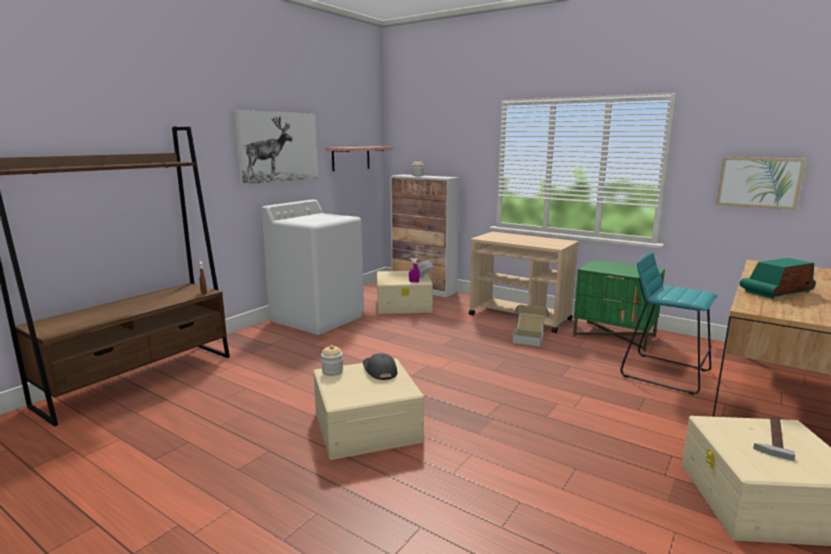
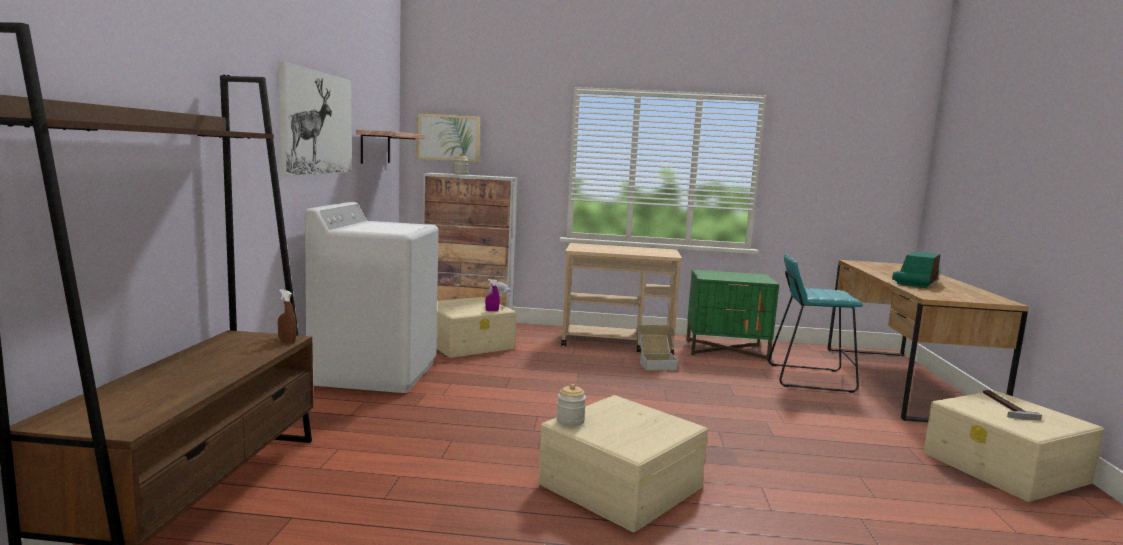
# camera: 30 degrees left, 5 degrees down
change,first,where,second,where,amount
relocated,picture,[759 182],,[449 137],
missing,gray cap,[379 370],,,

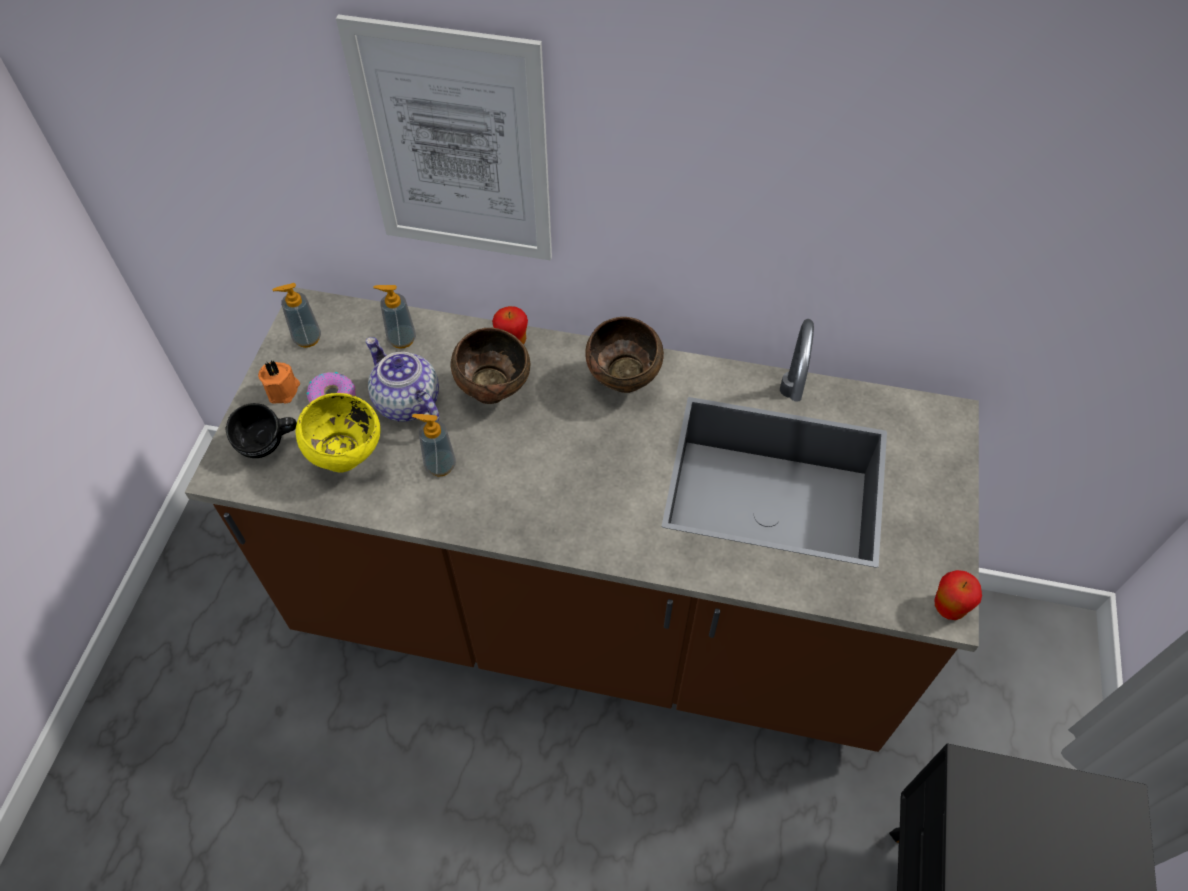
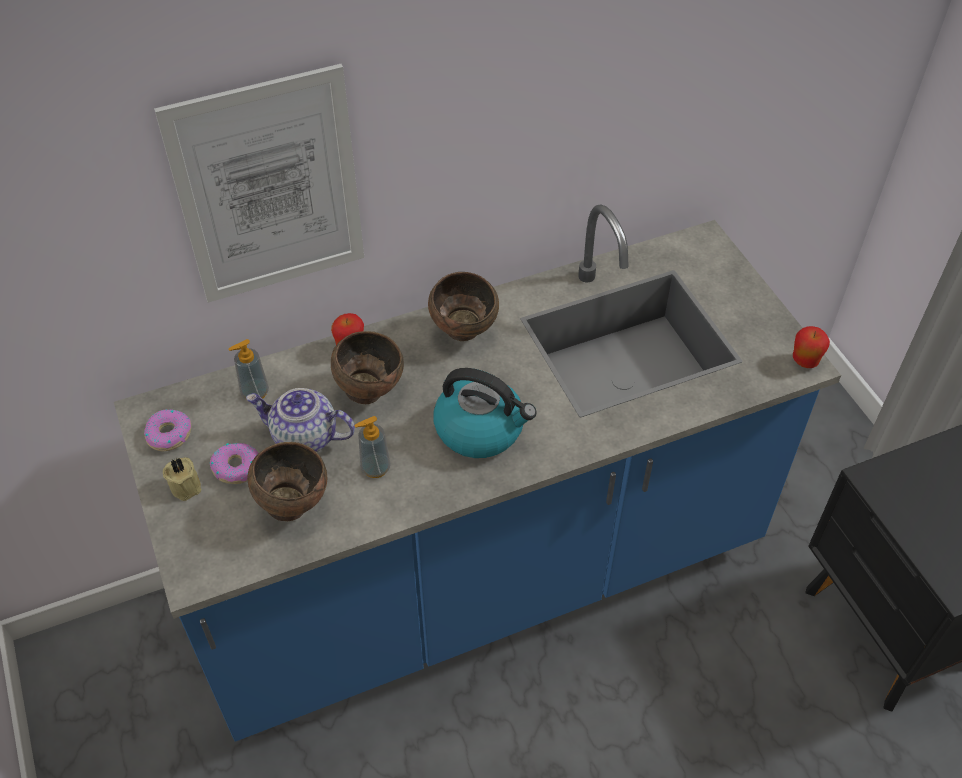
# camera: 35 degrees left, 5 degrees down
change,first,where,second,where,amount
exchanged,soap dispenser,[307 338],donut,[169 434],
colour,brown counter,[594 618],blue counter,[481 577],
colour,orange-coloured candle,[284 390],beige candle,[186 485],
colour,yellow deep dish,[348 457],brown deep dish,[292 504],
missing,blackish tea mug,[269 445],,,
appeared,,,water kettle,[481 429],

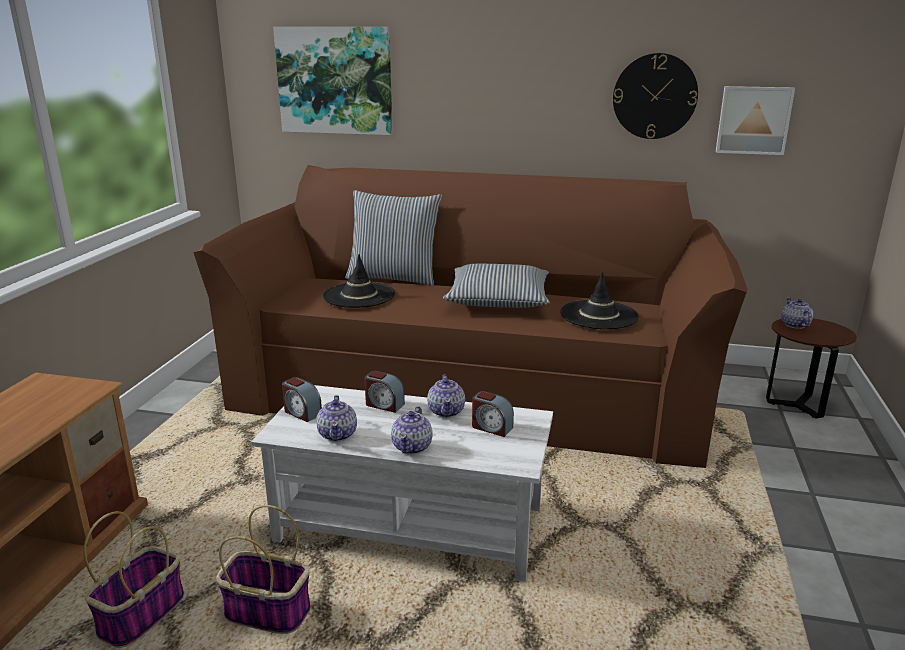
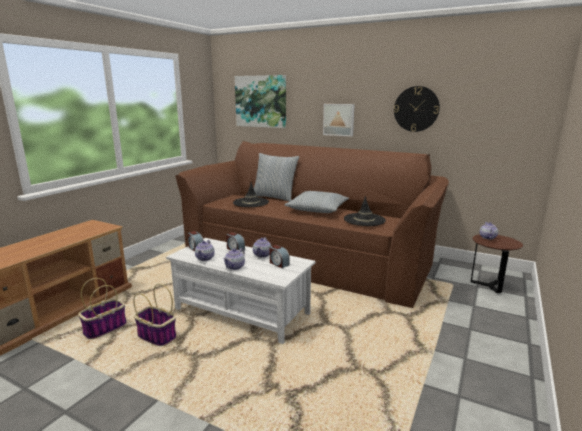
# camera: 15 degrees right, 5 degrees down
change,first,where,second,where,amount
relocated,picture,[753 120],,[339 119],

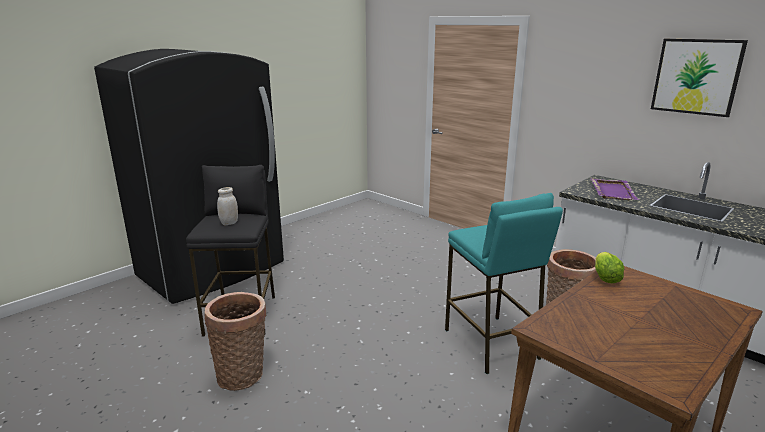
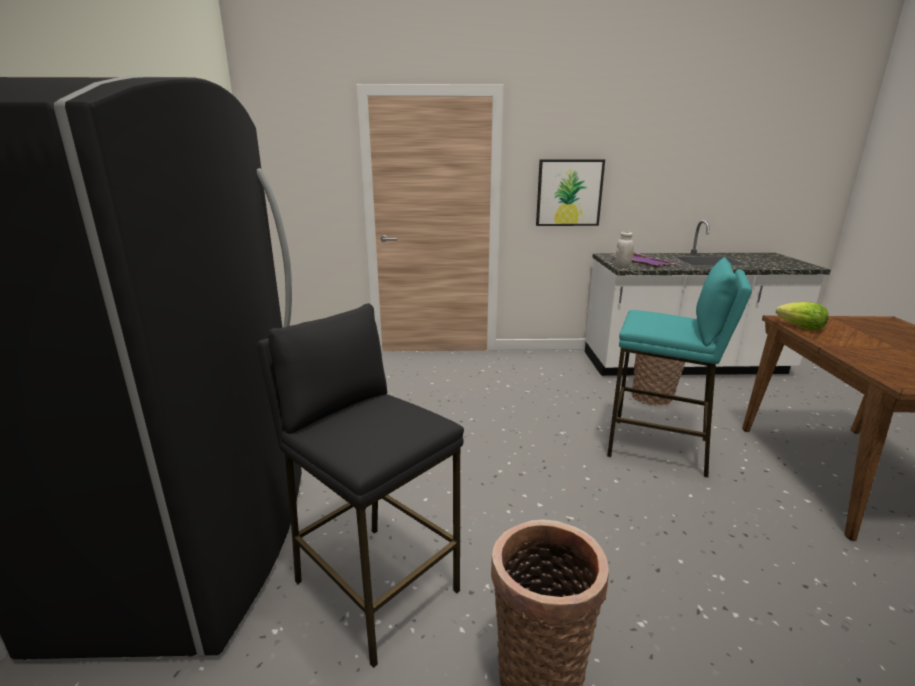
# camera: 45 degrees left, 0 degrees up
change,first,where,second,where,amount
relocated,picture,[696 76],,[569 193],
relocated,white jar,[229 223],,[622 266],

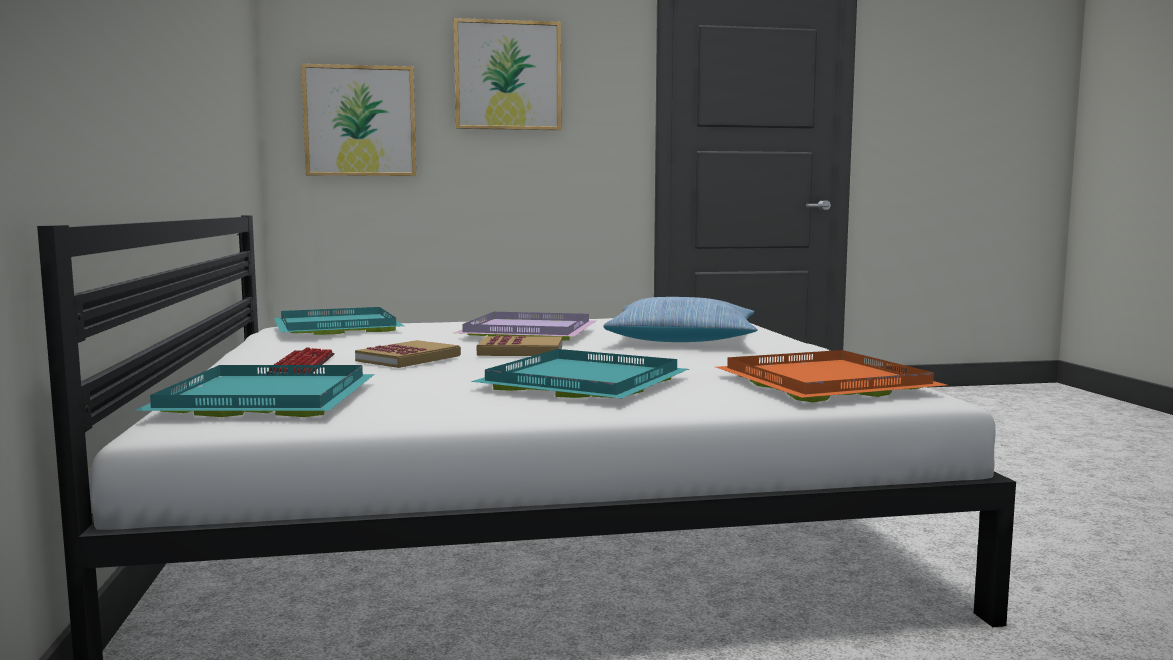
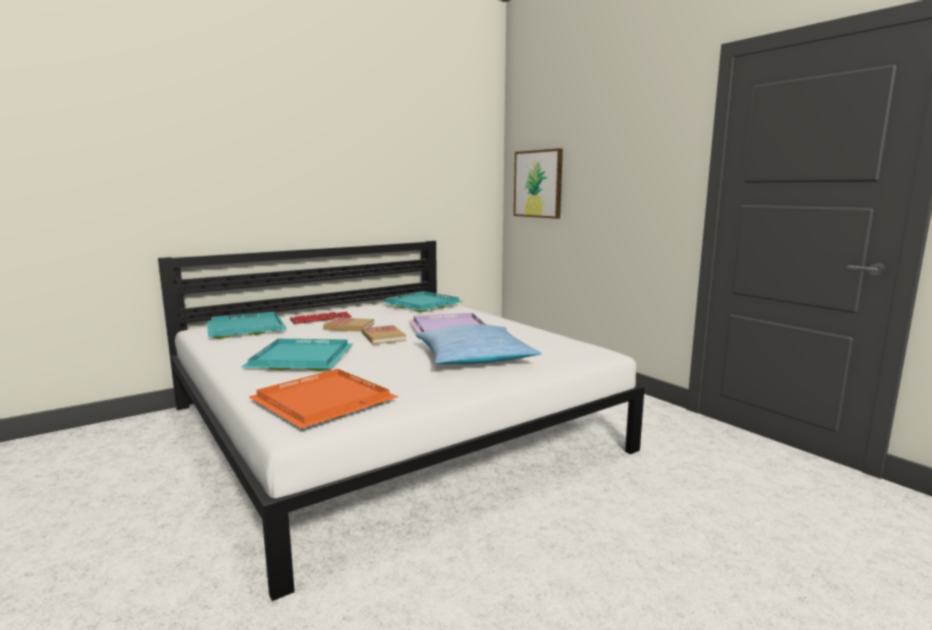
# camera: 65 degrees right, 5 degrees up
change,first,where,second,where,amount
missing,picture,[507 75],,,

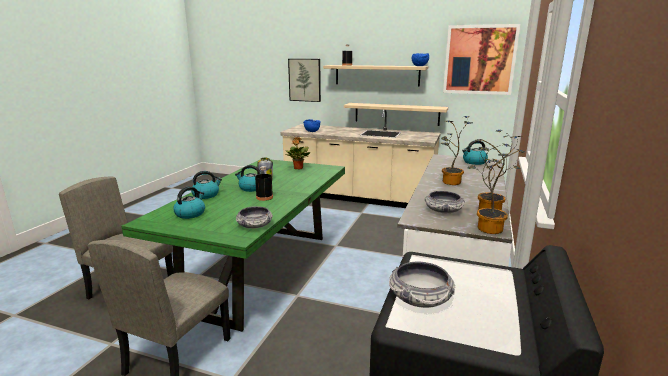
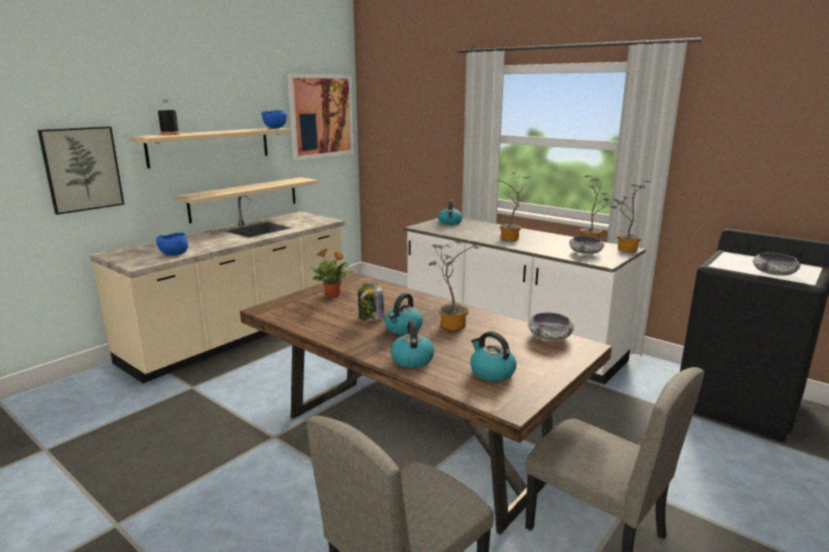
# camera: 70 degrees left, 0 degrees up
change,first,where,second,where,amount
colour,greenish dinner table,[261 271],brown dinner table,[413 444],
exchanged,blackish bottle,[264 197],plant in a pot,[450 324],

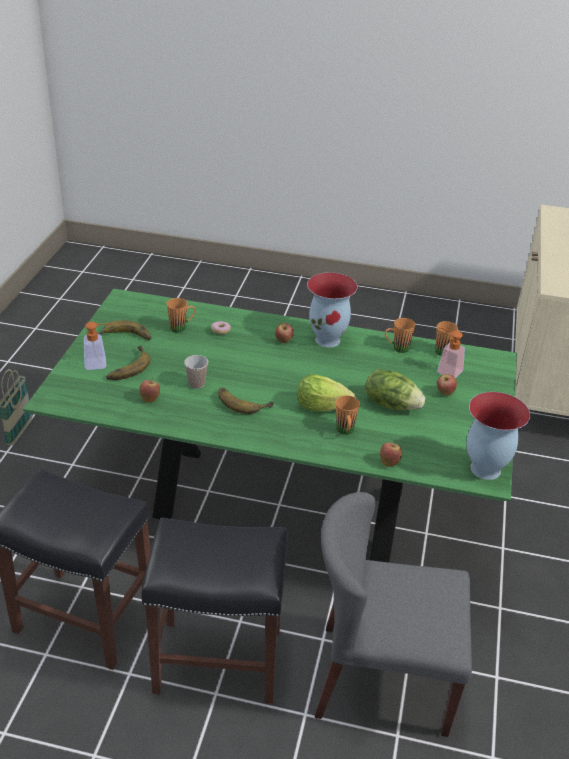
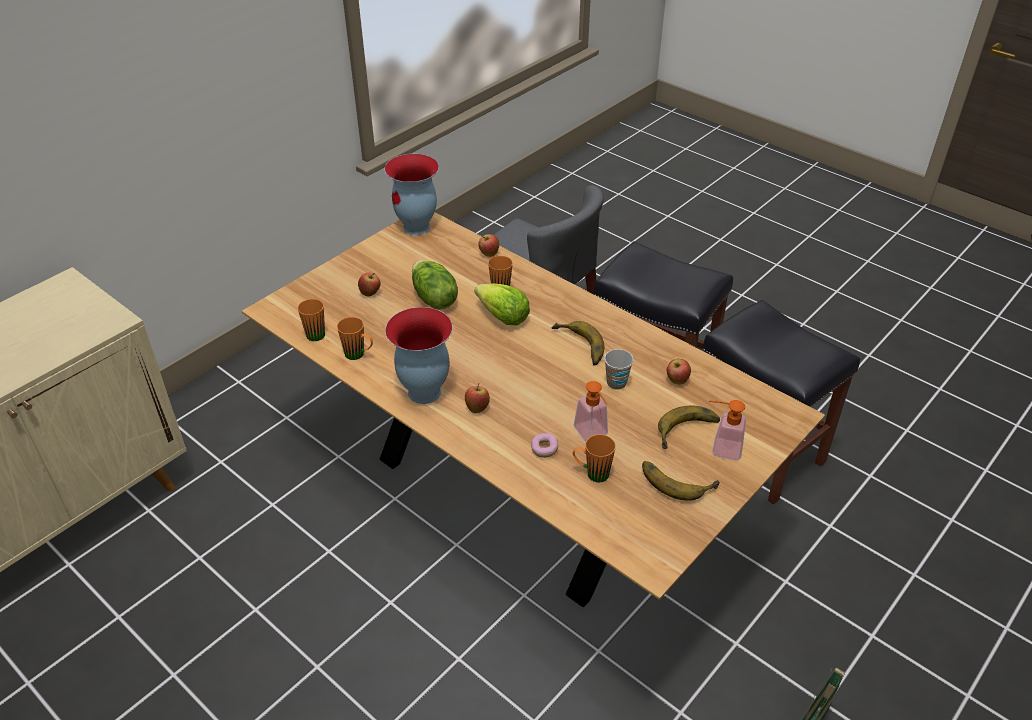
# camera: 150 degrees left, 5 degrees up
change,first,where,second,where,amount
colour,greenish dinner table,[278 503],brown dinner table,[515 494],
relocated,soap dispenser,[445 370],,[593 434],

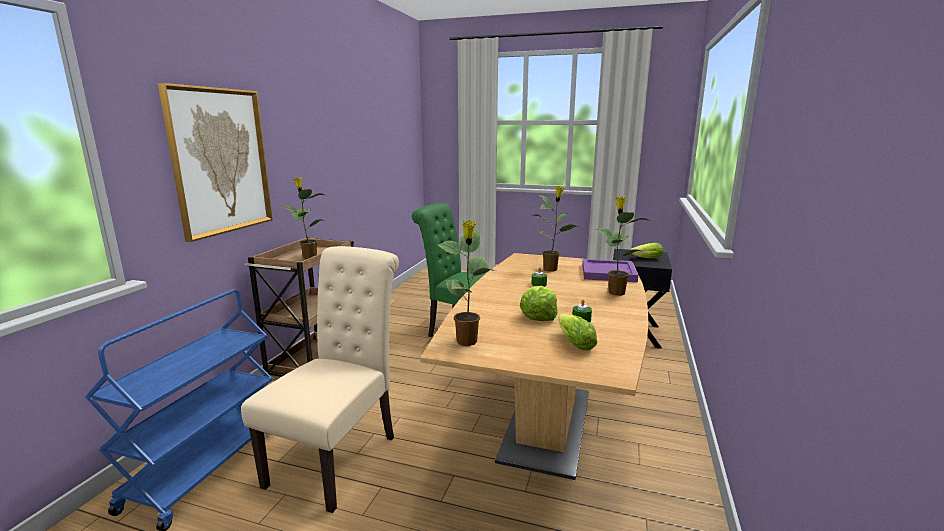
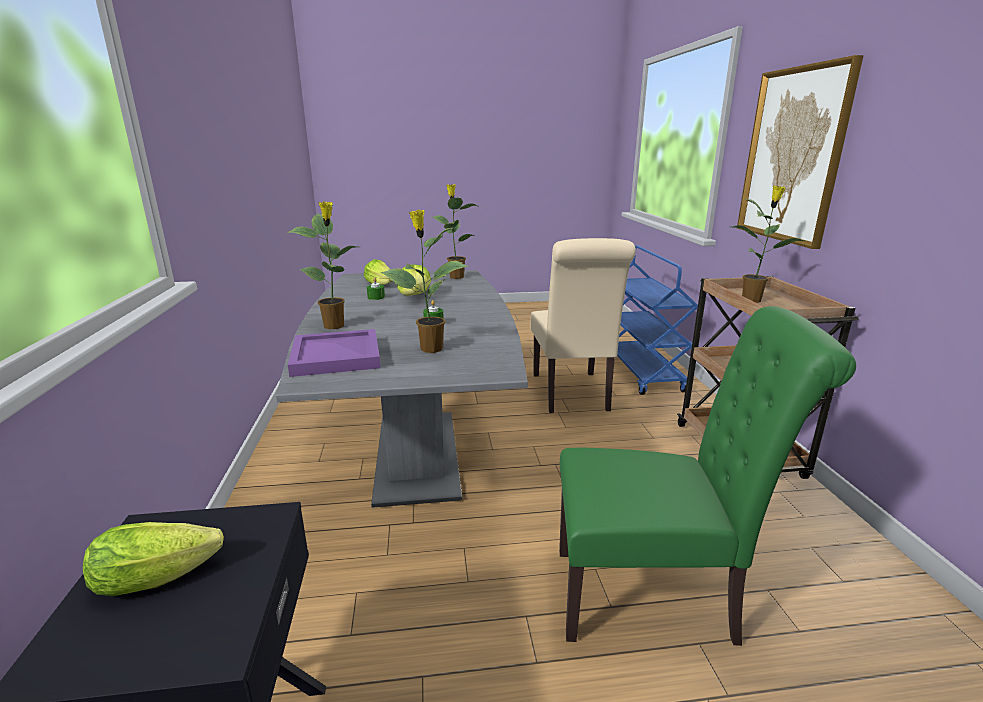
# camera: 155 degrees right, 5 degrees up
change,first,where,second,where,amount
colour,brown dinner table,[547 424],gray dinner table,[417 455],

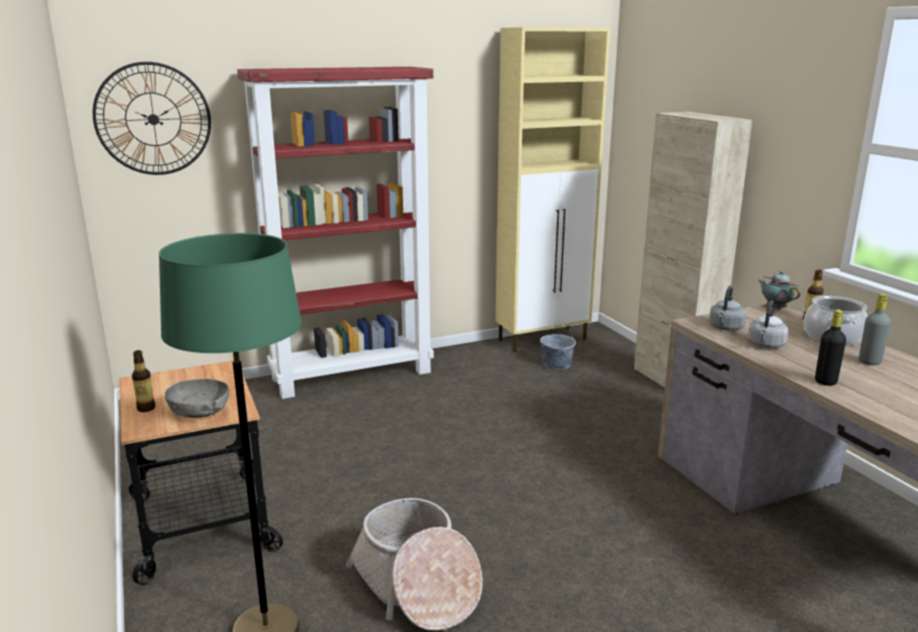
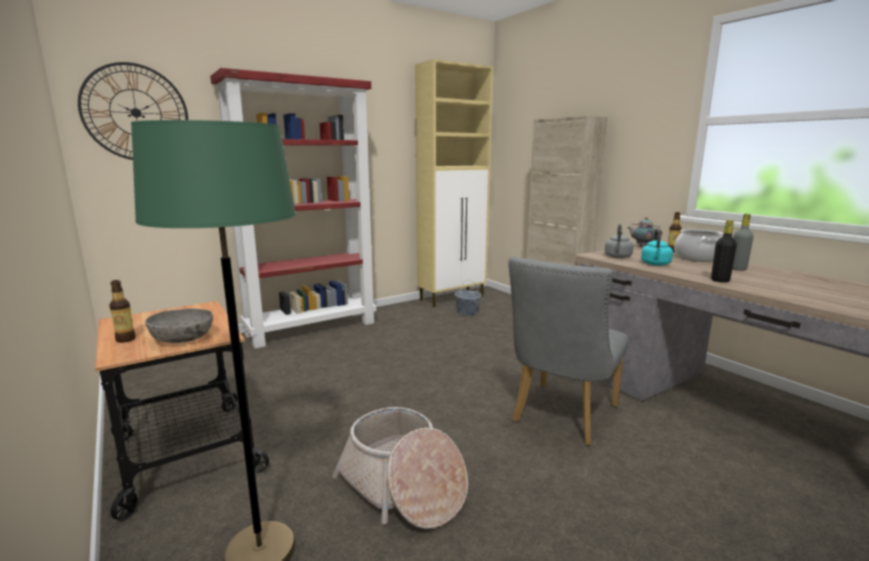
# camera: 10 degrees left, 5 degrees down
change,first,where,second,where,amount
colour,gray water kettle,[765 345],turquoise water kettle,[655 264],
appeared,,,gray chair,[561 417],

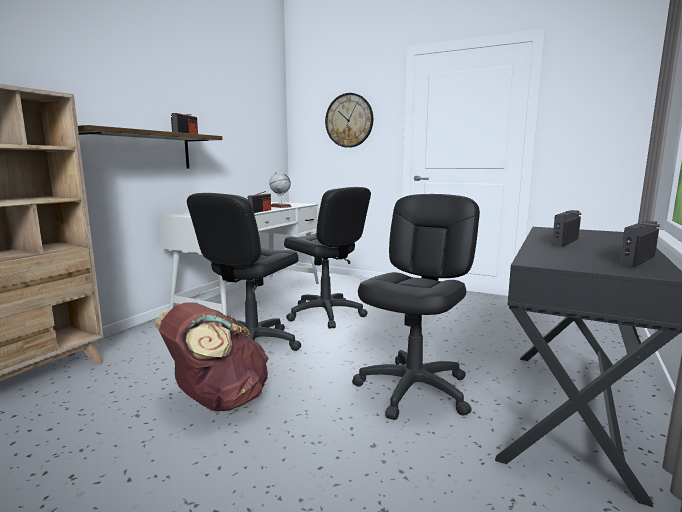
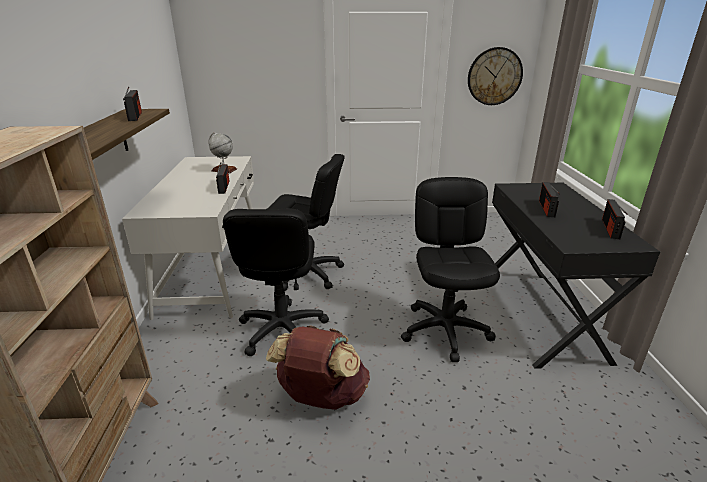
# camera: 30 degrees left, 15 degrees up
change,first,where,second,where,amount
relocated,wall clock,[349 120],,[494 76],

